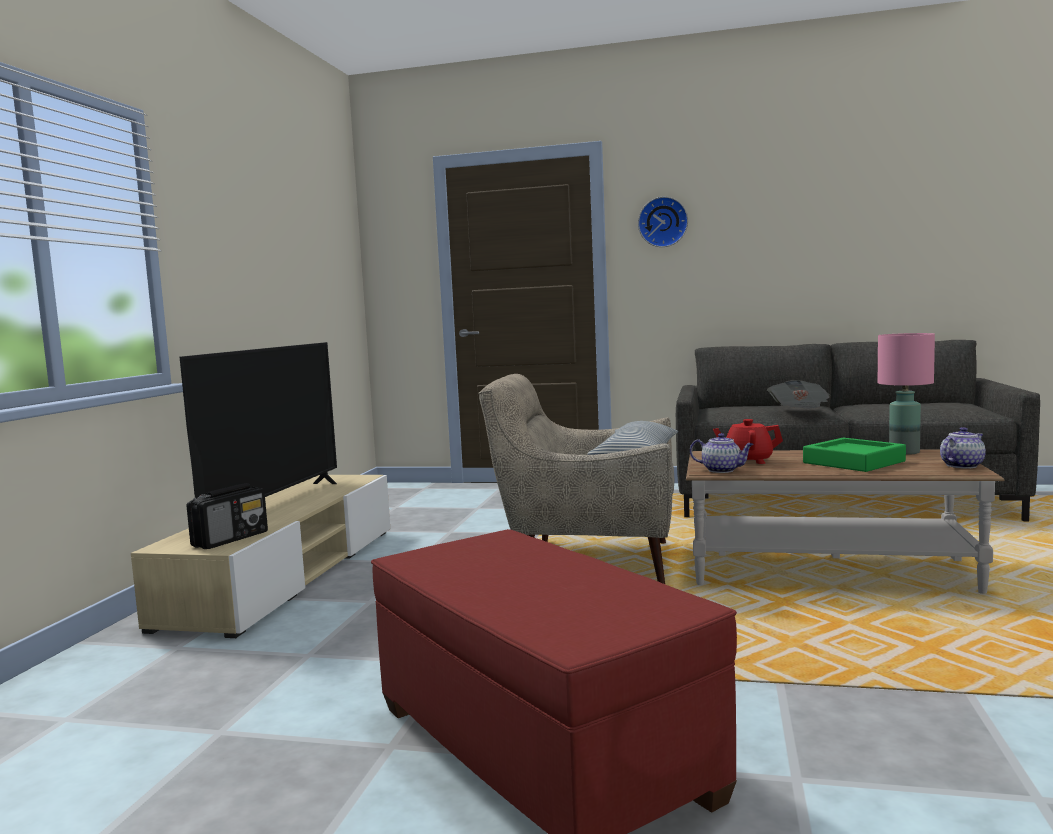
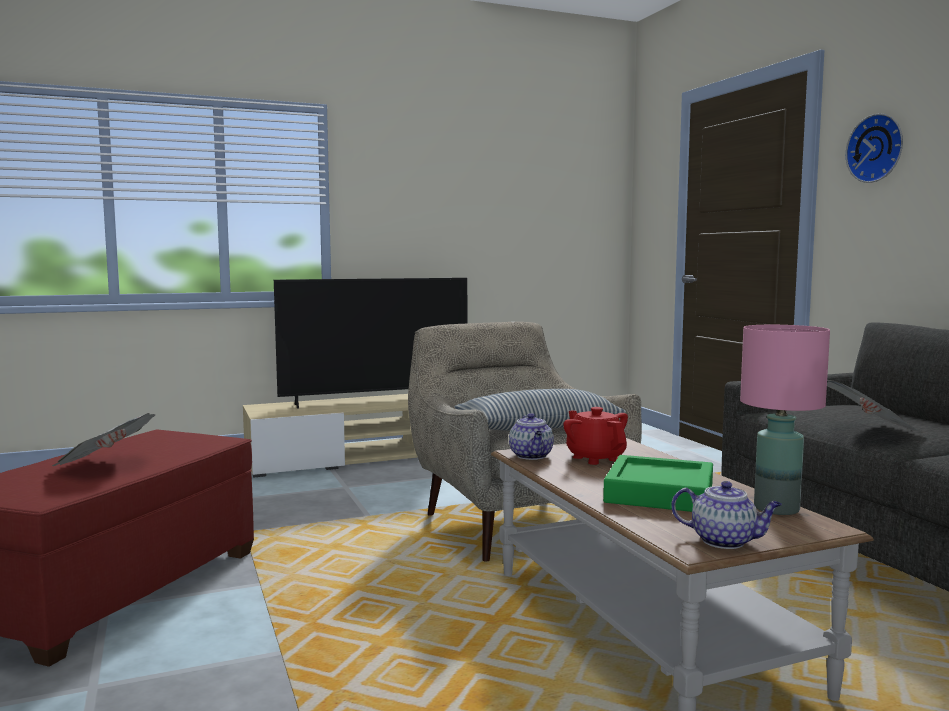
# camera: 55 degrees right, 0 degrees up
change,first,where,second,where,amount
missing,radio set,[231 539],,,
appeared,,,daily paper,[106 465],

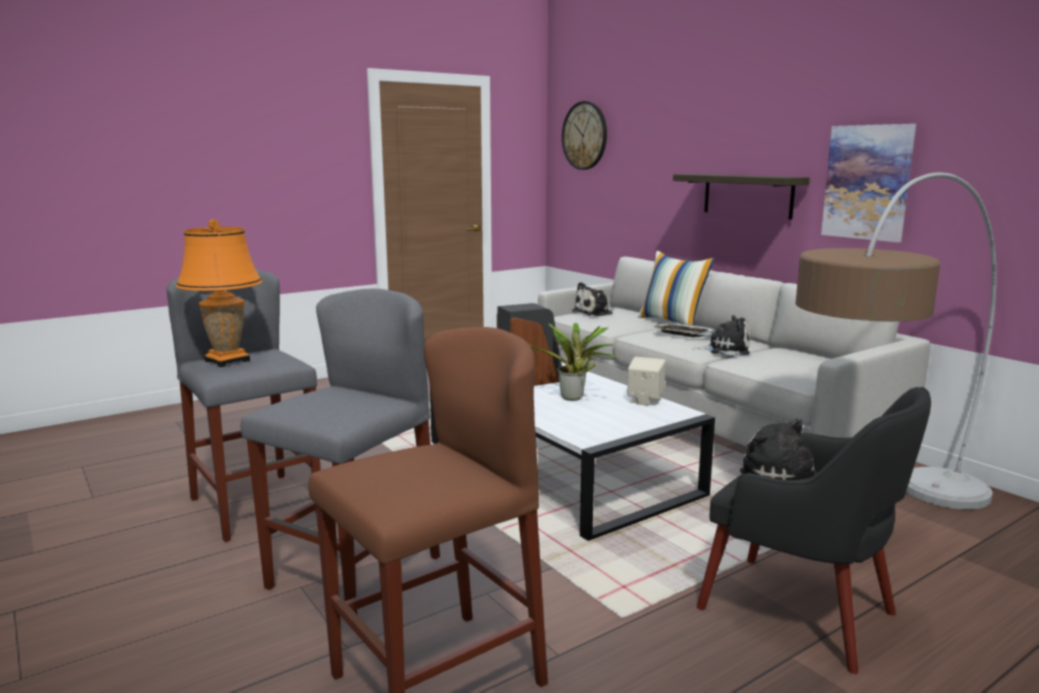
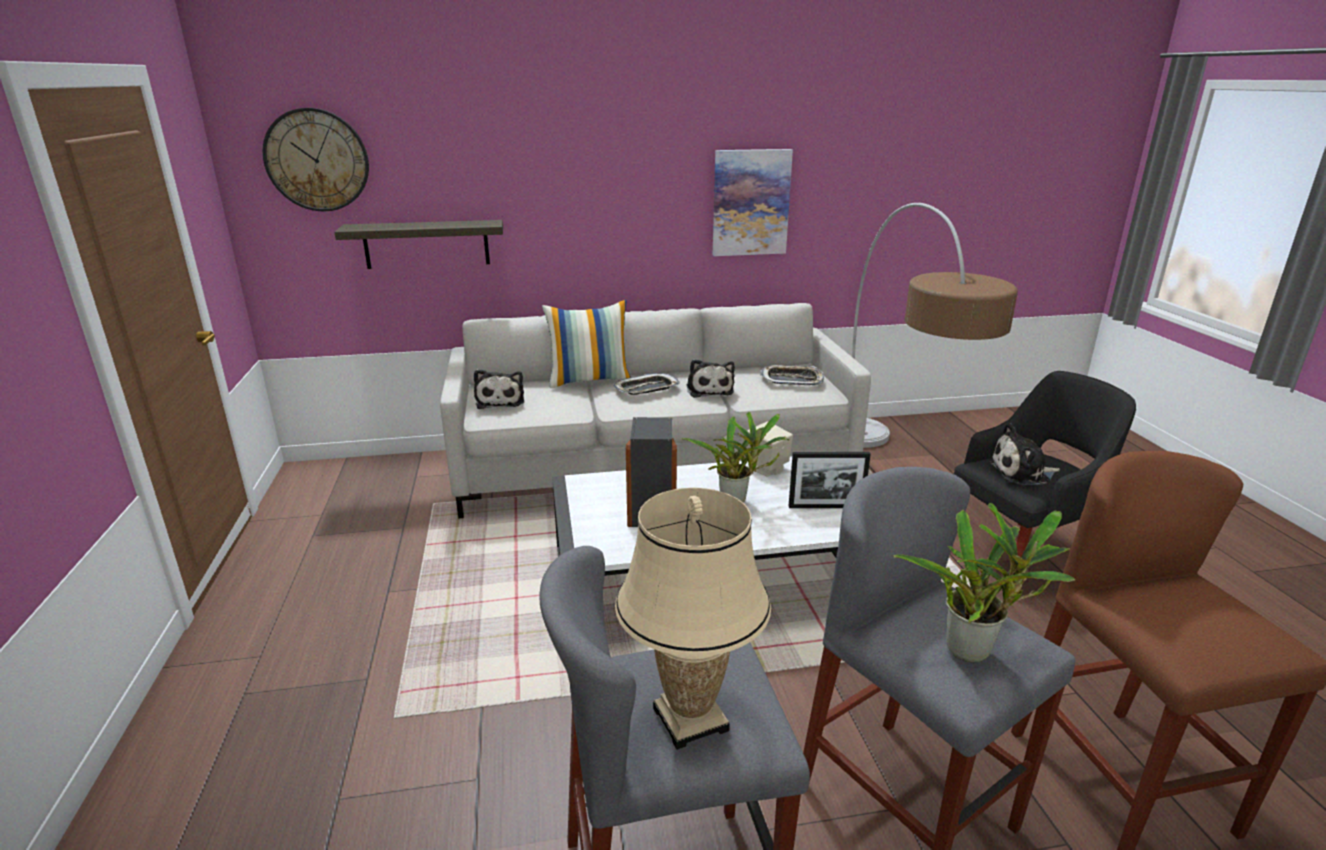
# camera: 65 degrees left, 10 degrees up
change,first,where,second,where,amount
relocated,bracket shelf,[747 195],,[426 244],
colour,orange-coloured table lamp,[227 361],beige table lamp,[691 720],
spun,cuddly toy,[725 350],,[709 390],135 degrees clockwise
appeared,,,carrying tray,[792 380],
appeared,,,photo frame,[826 507],
appeared,,,plant in a pot,[974 651],

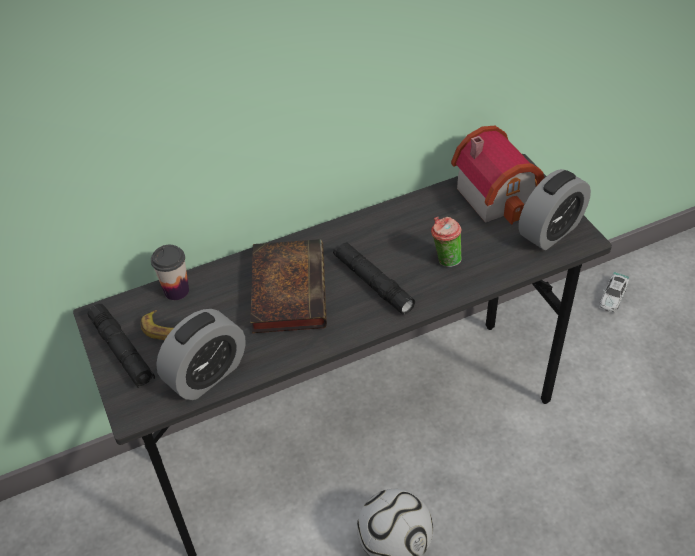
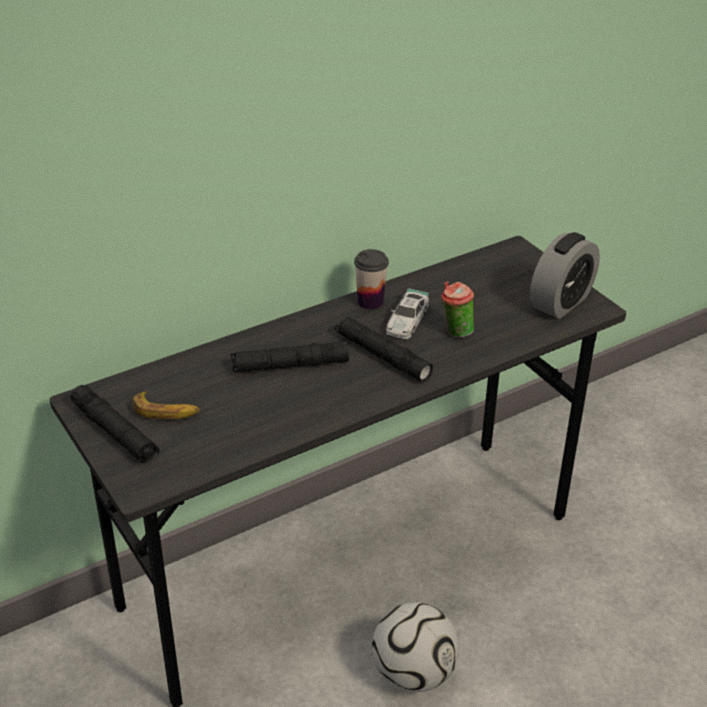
# camera: 10 degrees left, 10 degrees down
change,first,where,second,where,amount
missing,toy house,[498 194],,,
exchanged,bound book,[287 288],blackish flashlight,[290 365],
relocated,drinking cup,[176 291],,[370 302],
relocated,miniature car,[612 296],,[407 321],
missing,alarm clock,[207 375],,,

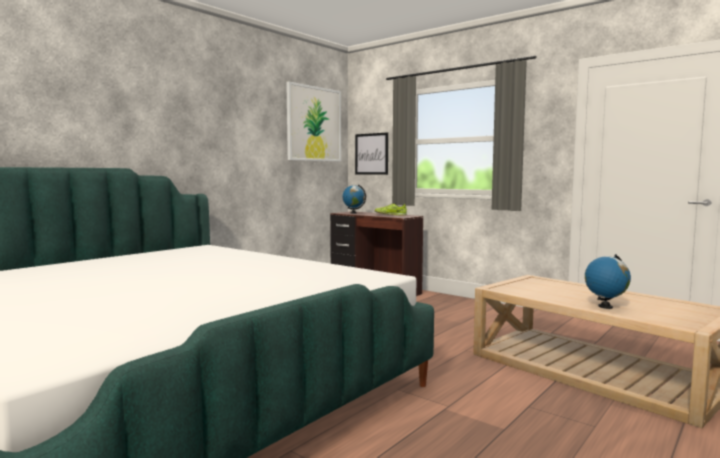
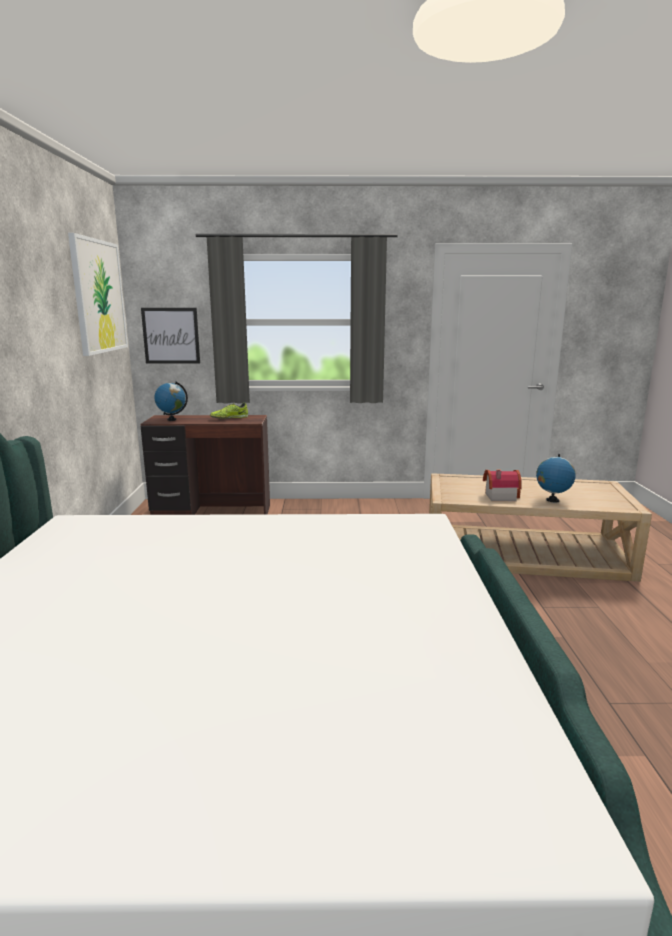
# camera: 40 degrees left, 10 degrees up
change,first,where,second,where,amount
appeared,,,toy house,[498 496],

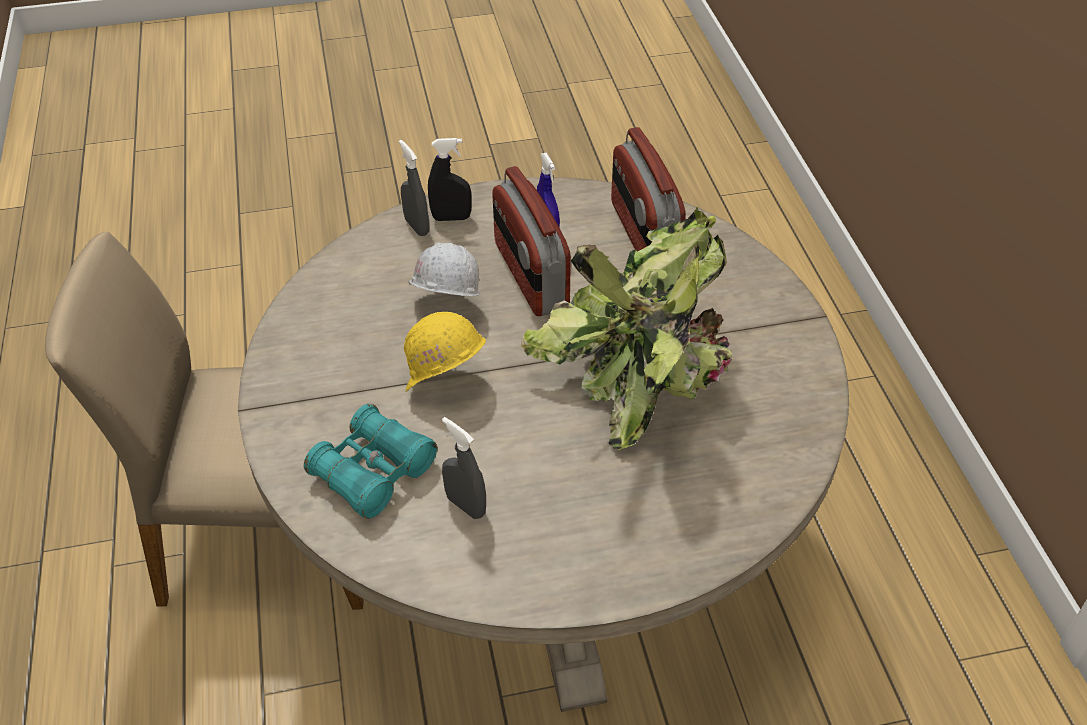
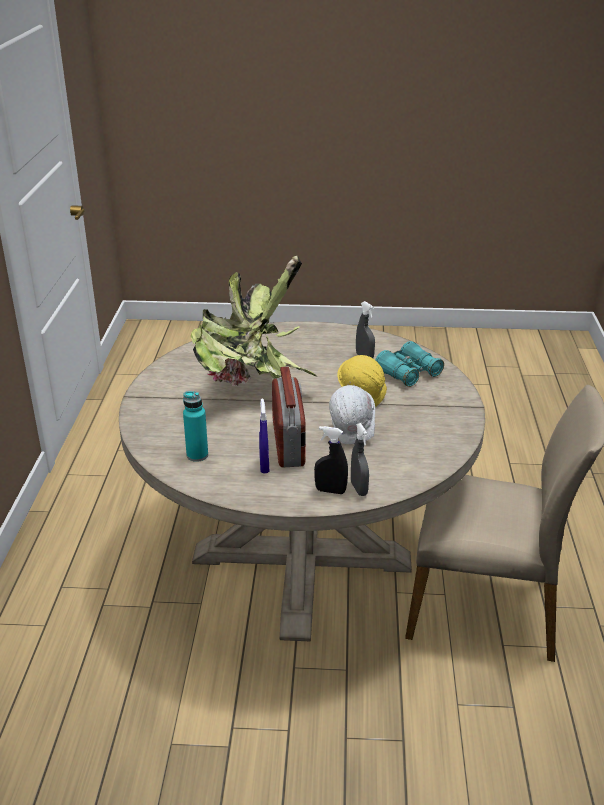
# camera: 165 degrees left, 15 degrees down
change,first,where,second,where,amount
exchanged,radio set,[643 235],turquoise bottle,[197 455],

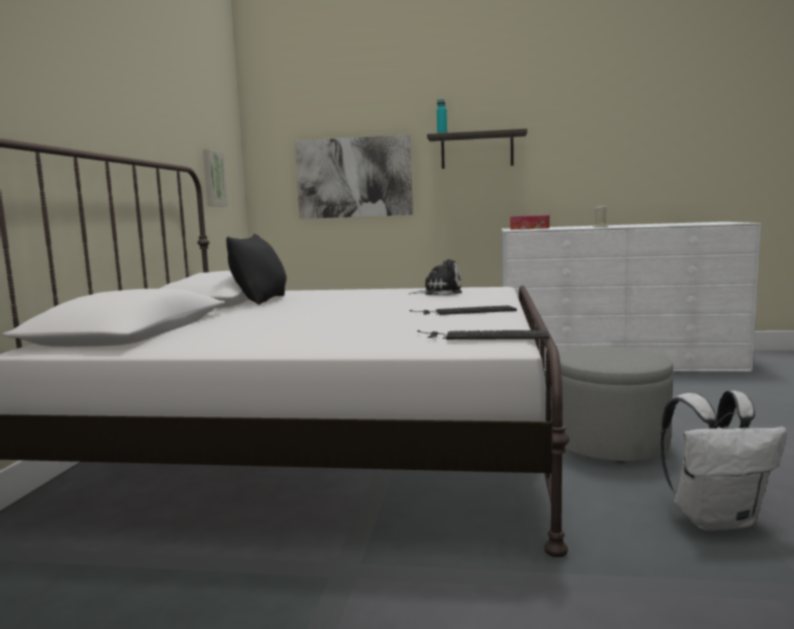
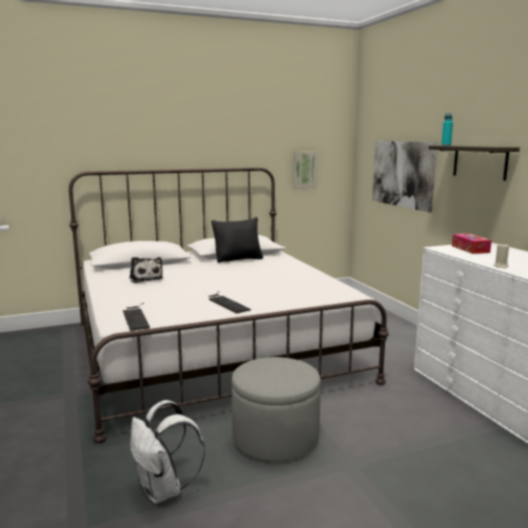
# camera: 60 degrees right, 5 degrees up
change,first,where,second,where,amount
relocated,cuddly toy,[440 292],,[145 278],

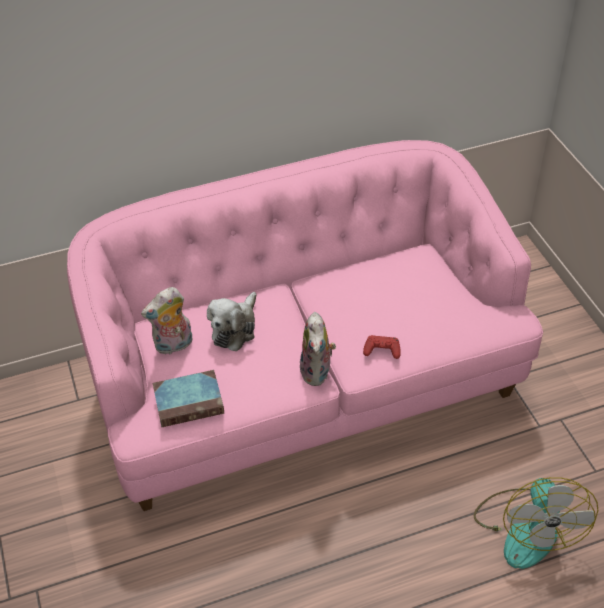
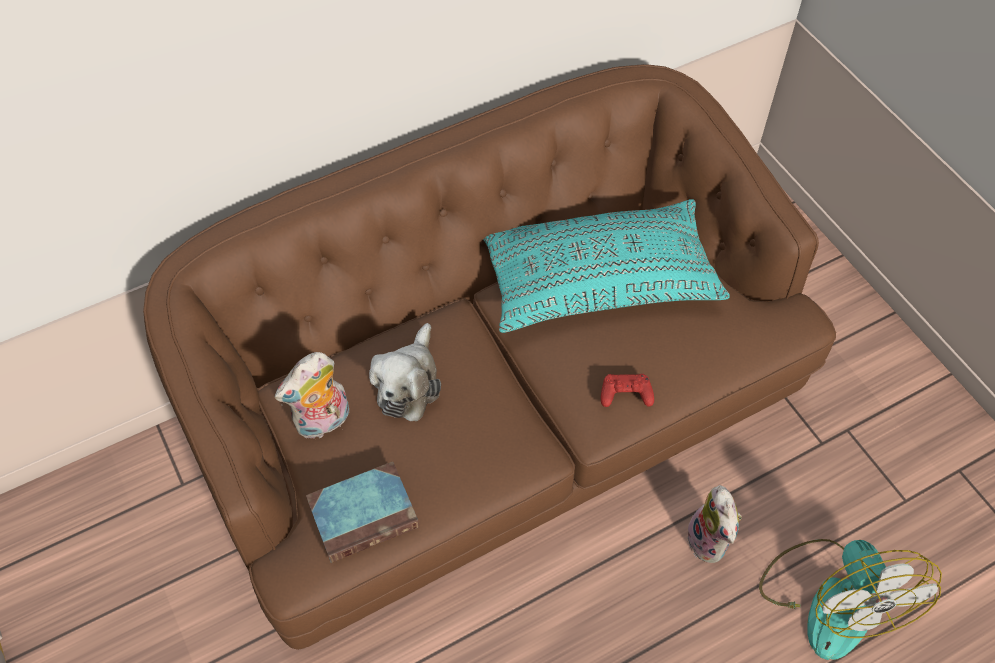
# camera: 10 degrees left, 10 degrees up
change,first,where,second,where,amount
colour,pink-coloured couch,[304 385],brown couch,[498 421],
relocated,cuddly toy,[317 372],,[710 541],
appeared,,,turquoise pillow,[599 281],

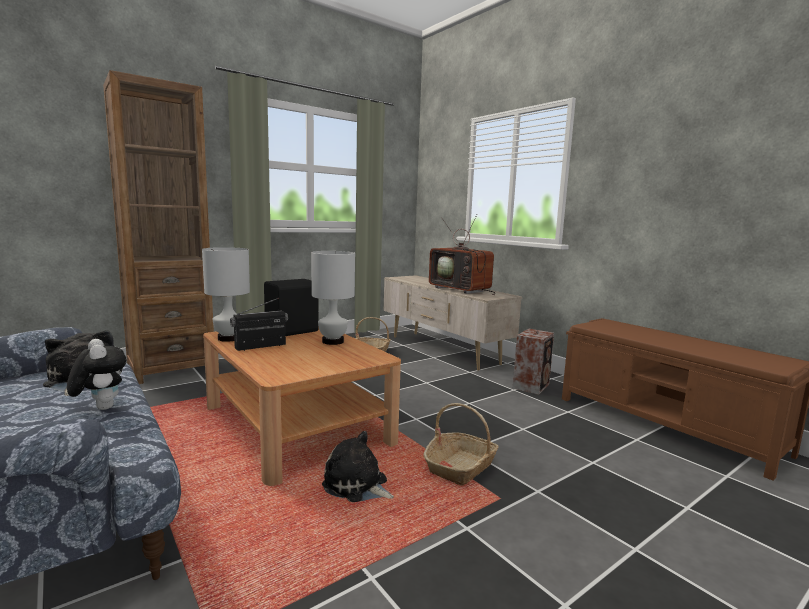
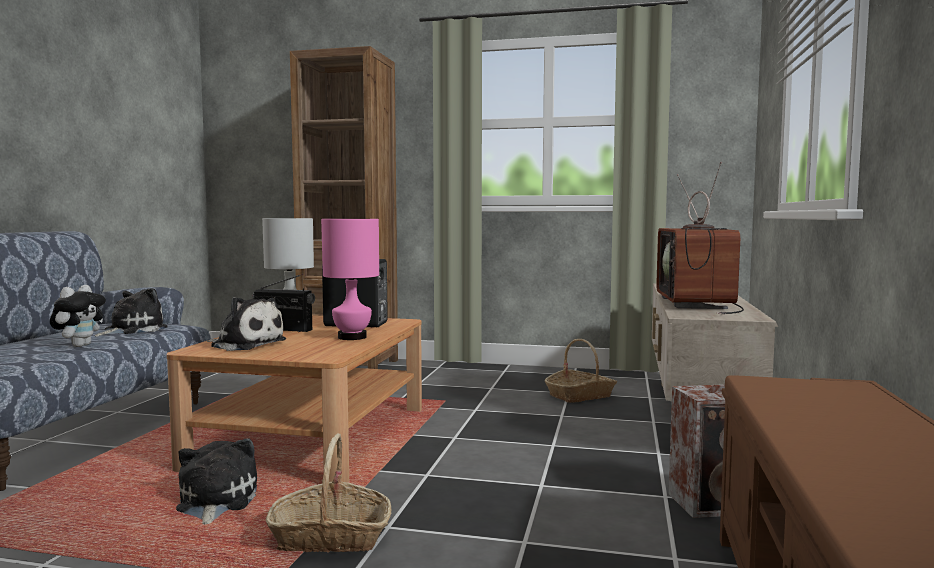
# camera: 50 degrees right, 5 degrees down
change,first,where,second,where,amount
colour,white table lamp,[333 341],pink-coloured table lamp,[353 337],
appeared,,,cuddly toy,[246 344],

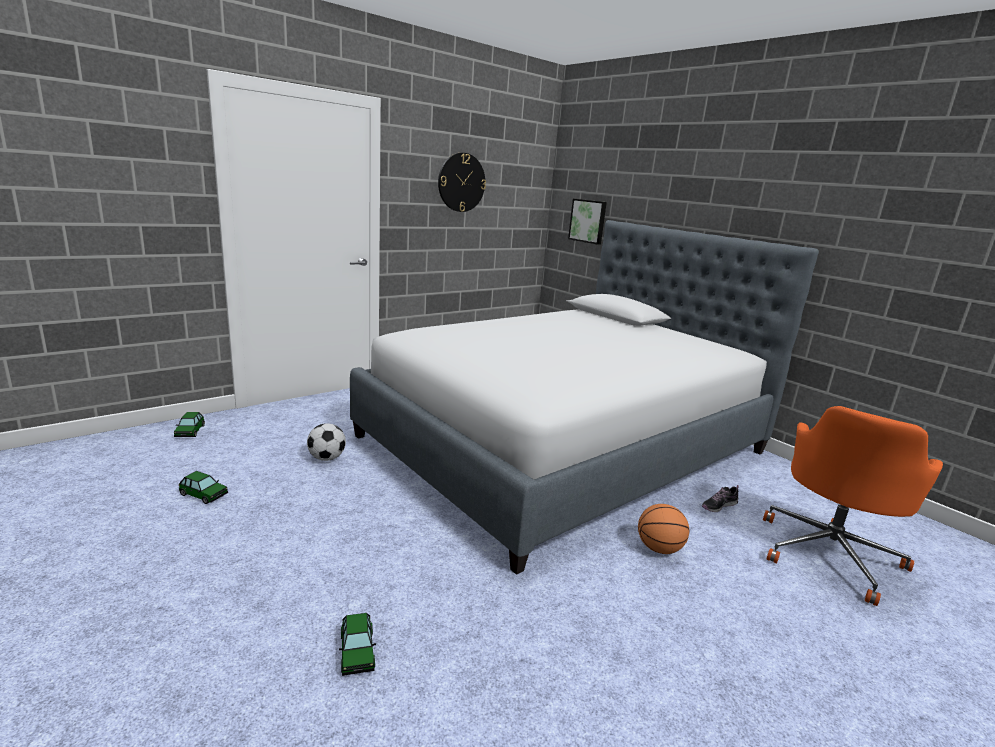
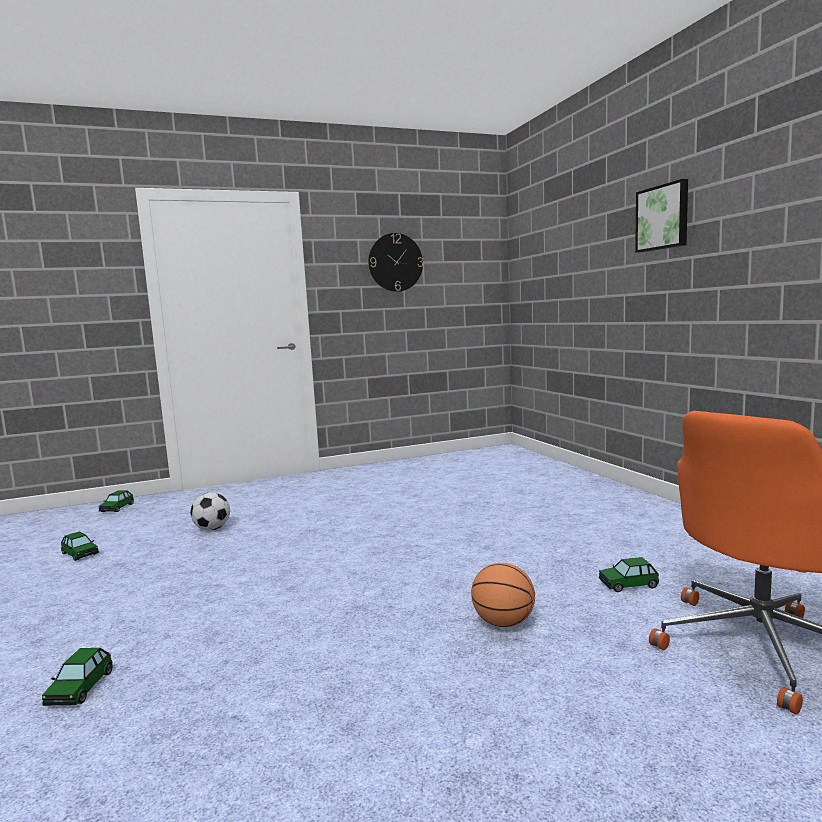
# camera: 20 degrees right, 10 degrees down
change,first,where,second,where,amount
relocated,picture,[588 221],,[663 217],
missing,bedroom bed,[565 444],,,
exchanged,item of footwear,[718 506],miniature car,[628 584],

